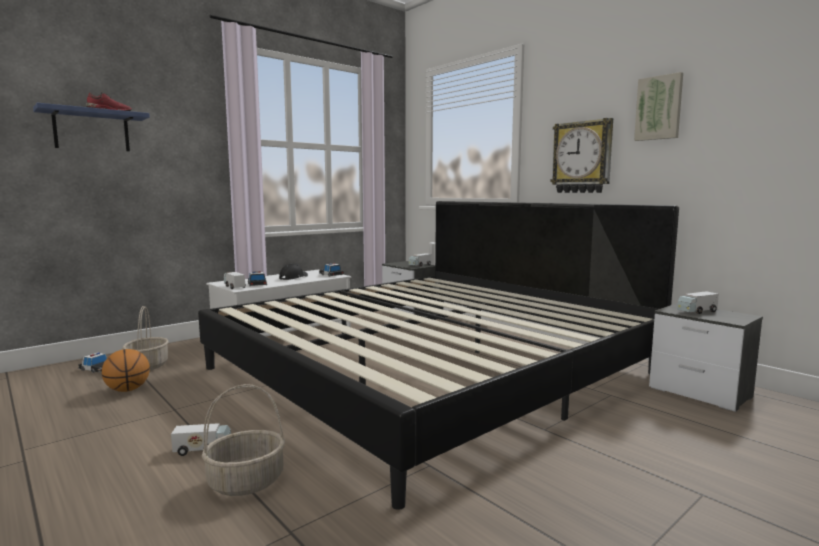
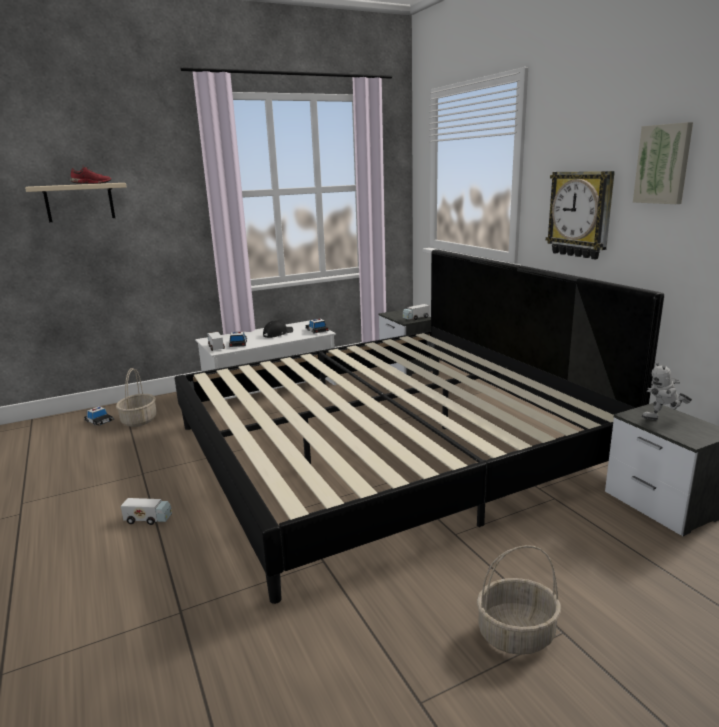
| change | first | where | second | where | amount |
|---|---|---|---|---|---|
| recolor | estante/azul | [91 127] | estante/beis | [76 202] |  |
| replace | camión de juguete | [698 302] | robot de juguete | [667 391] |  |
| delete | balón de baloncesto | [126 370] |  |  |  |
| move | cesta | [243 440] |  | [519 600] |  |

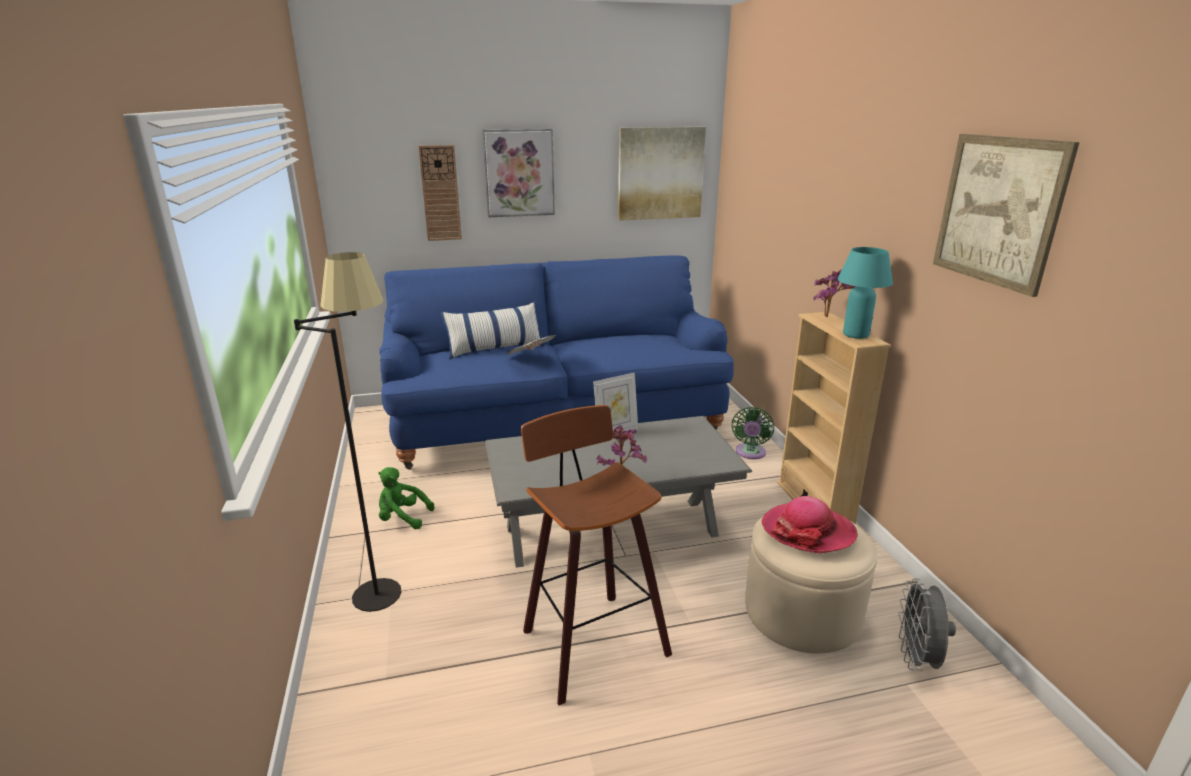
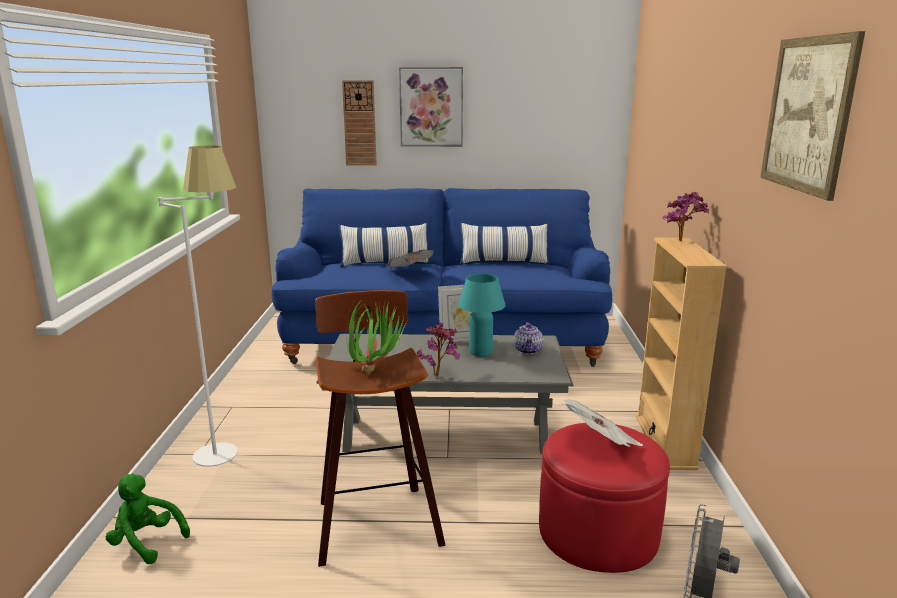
| change | first | where | second | where | amount |
|---|---|---|---|---|---|
| delete | cuadro | [662 174] |  |  |  |
| move | lámpara de mesa/turquesa | [865 293] |  | [482 315] |  |
| recolor | lámpara de pie/negro | [347 432] | lámpara de pie/blanco | [198 306] |  |
| delete | ventilador/verde | [753 433] |  |  |  |
| move | peluche/verde | [407 498] |  | [148 519] |  |
| replace | sombrero | [809 525] | periódico | [602 423] |  |
| recolor | puf/beis | [811 585] | puf/rojo | [604 498] |  |
| insert |  |  | cojín | [505 243] |  |
| insert |  |  | planta en maceta | [376 336] |  |
| insert |  |  | tetera | [528 338] |  |

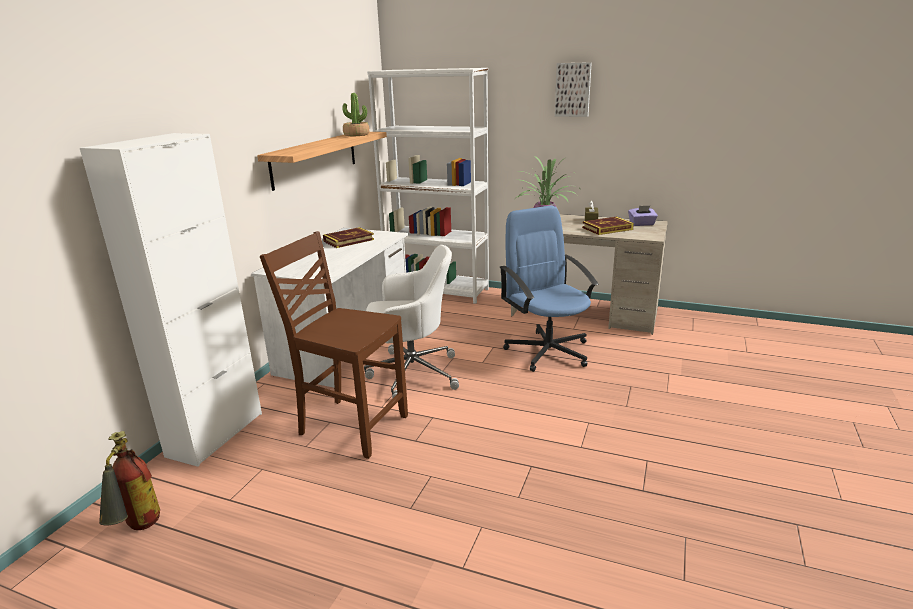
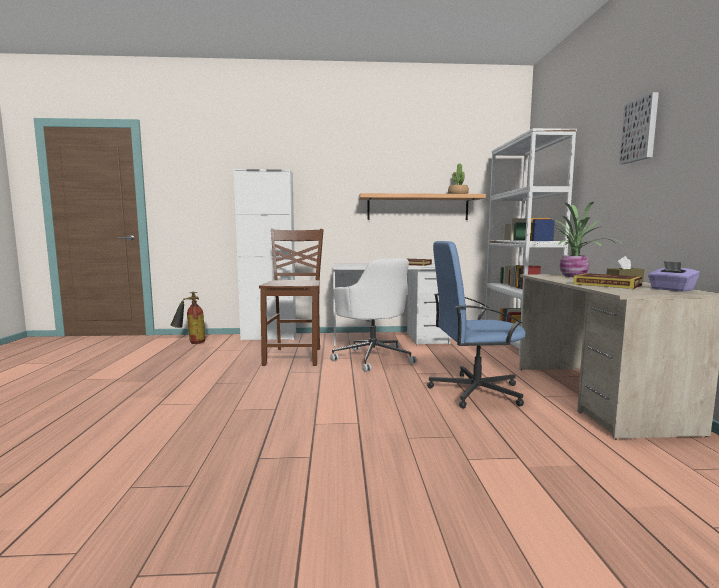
| change | first | where | second | where | amount |
|---|---|---|---|---|---|
| rotate | silla de oficina/azul | [549 288] |  | [476 325] | 135 degrees counterclockwise |

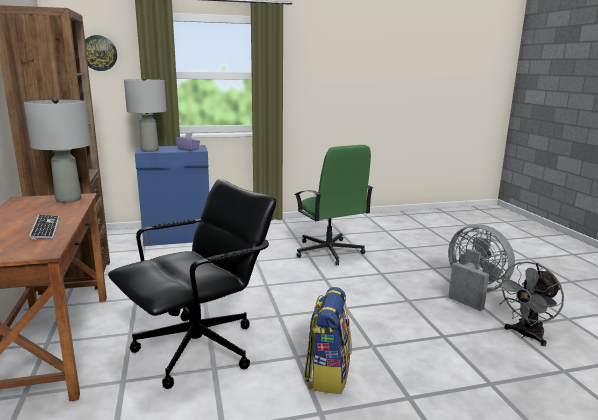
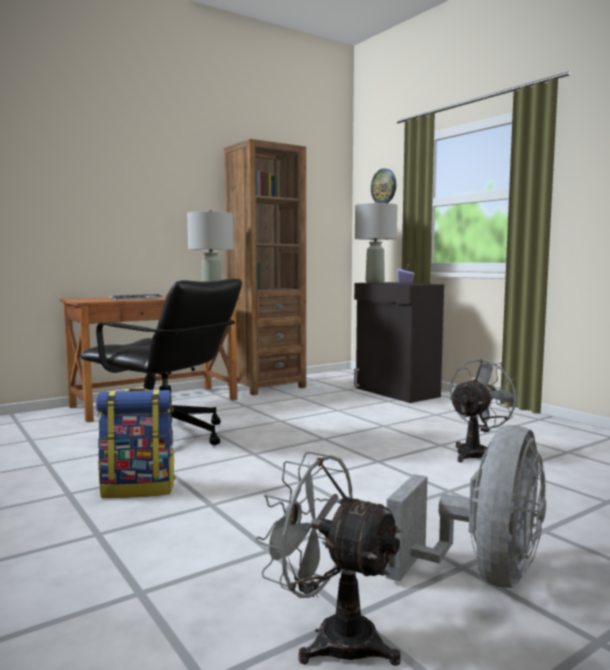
| change | first | where | second | where | amount |
|---|---|---|---|---|---|
| recolor | armario/azul | [172 195] | armario/negro | [399 342] |  |
| replace | silla de oficina/verde | [333 205] | ventilador/gris | [485 410] |  |

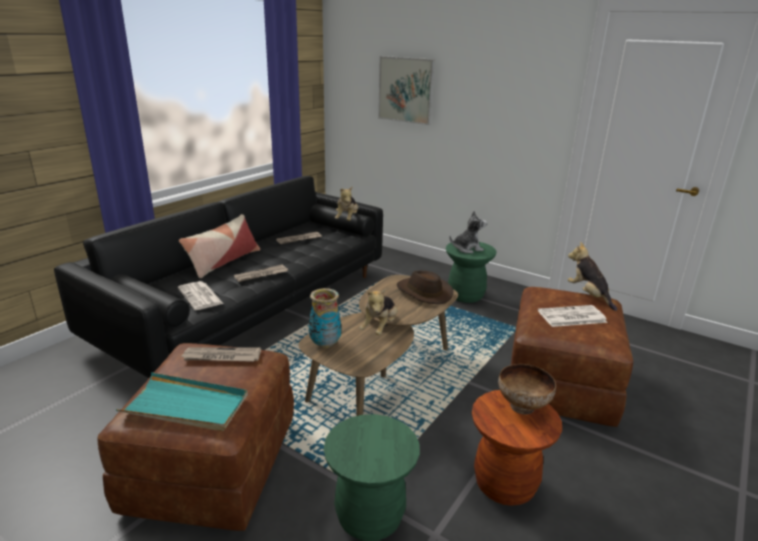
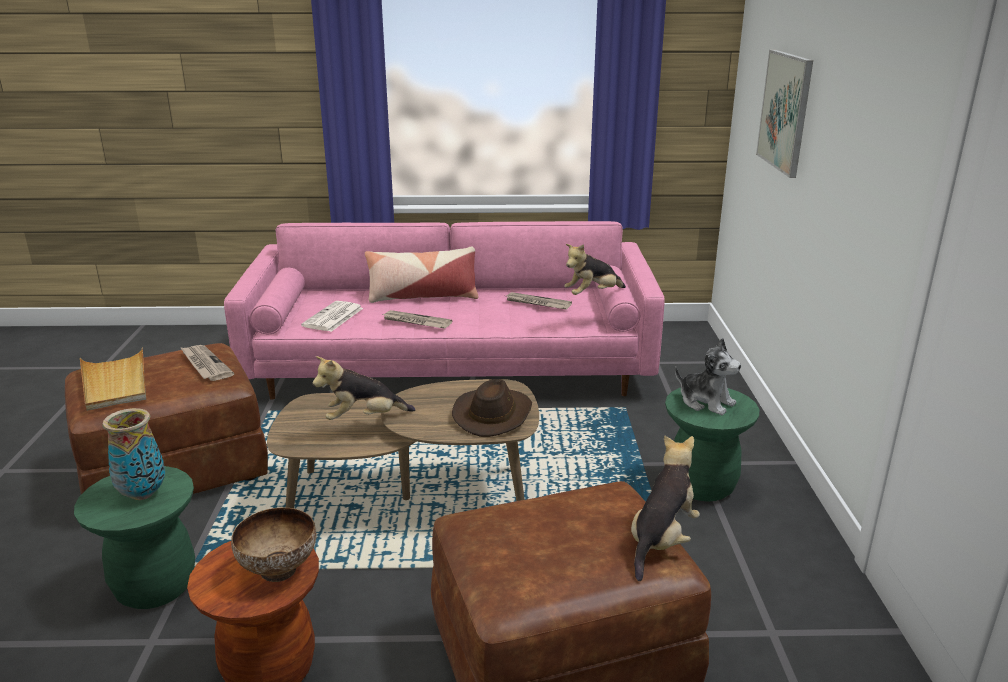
| change | first | where | second | where | amount |
|---|---|---|---|---|---|
| recolor | sofá/negro | [218 277] | sofá/rosa | [444 310] |  |
| move | florero | [325 318] |  | [133 454] |  |
| delete | periódico | [573 316] |  |  |  |
| recolor | bandeja/turquesa | [181 401] | bandeja/beis | [113 379] |  |

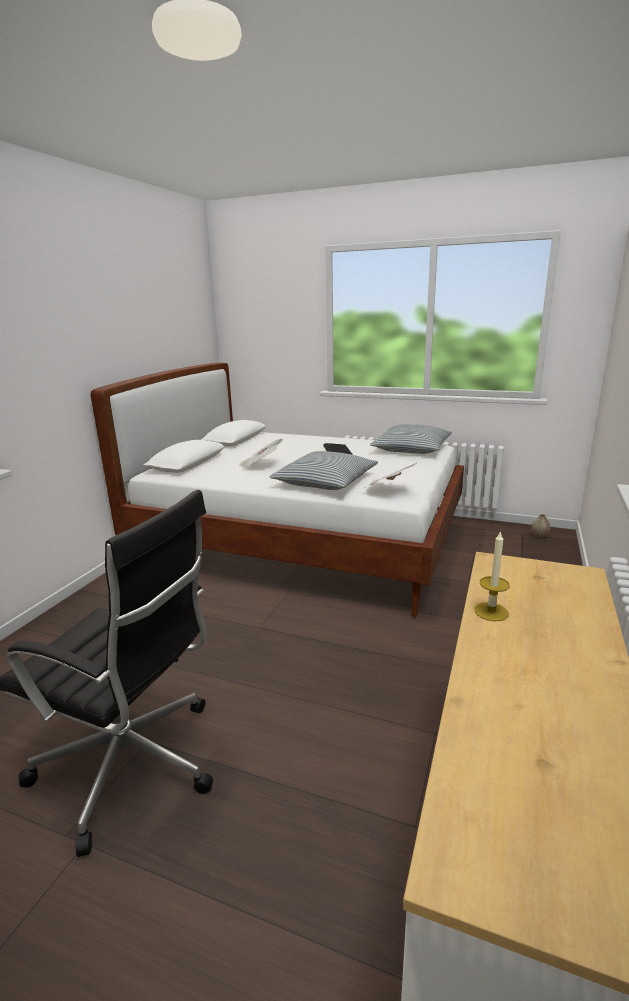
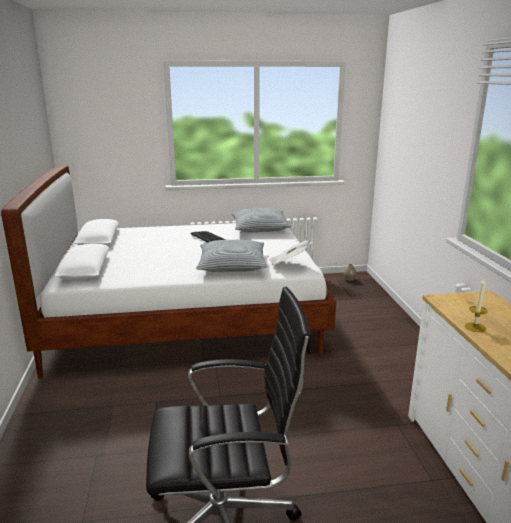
| change | first | where | second | where | amount |
|---|---|---|---|---|---|
| delete | periódico | [261 453] |  |  |  |

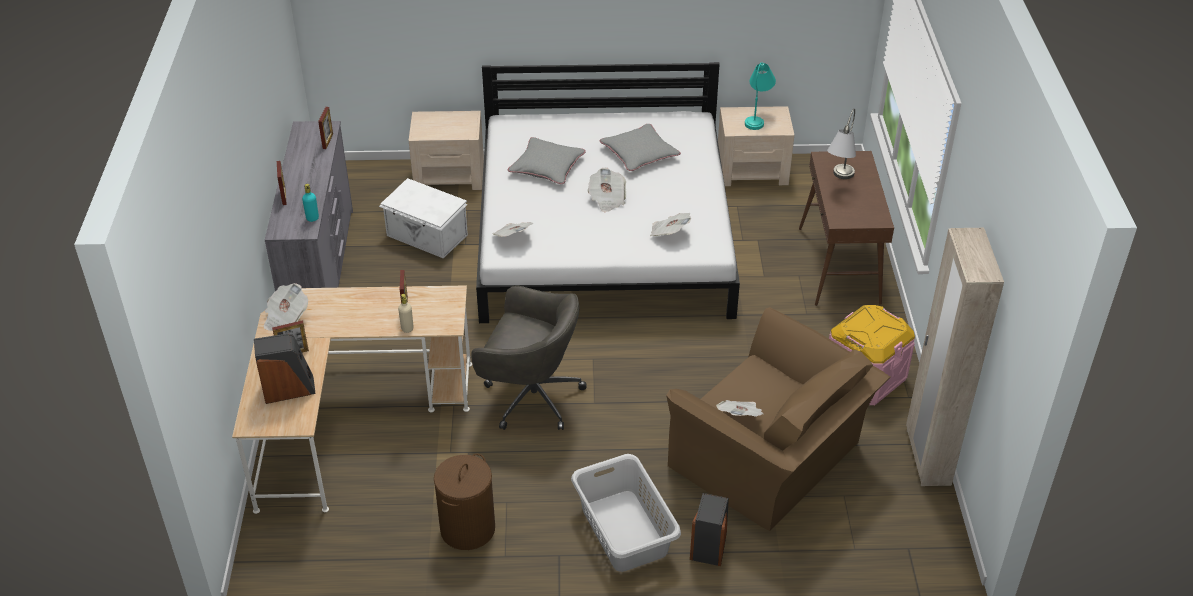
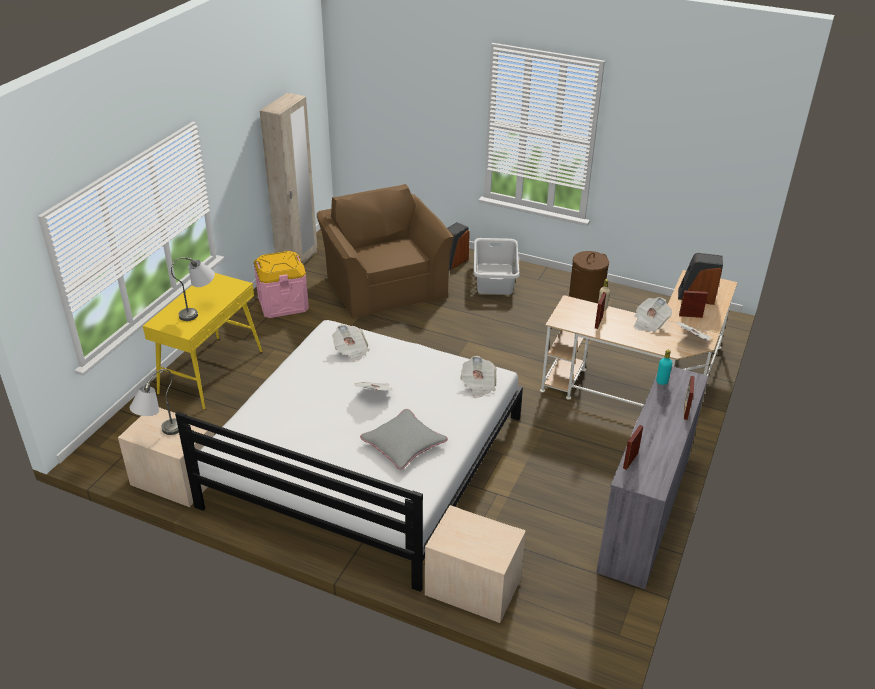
| change | first | where | second | where | amount |
|---|---|---|---|---|---|
| recolor | lámpara de mesa/turquesa | [760 96] | lámpara de mesa/gris | [154 402] |  |
| delete | cojín/gris | [640 147] |  |  |  |
| recolor | mesa consola/marrón | [846 228] | mesa consola/amarillo | [202 341] |  |
| delete | caja de almacenaje/blanco | [423 218] |  |  |  |
| delete | silla de oficina/gris | [529 357] |  |  |  |
| move | periódico | [740 408] |  | [653 315] |  |

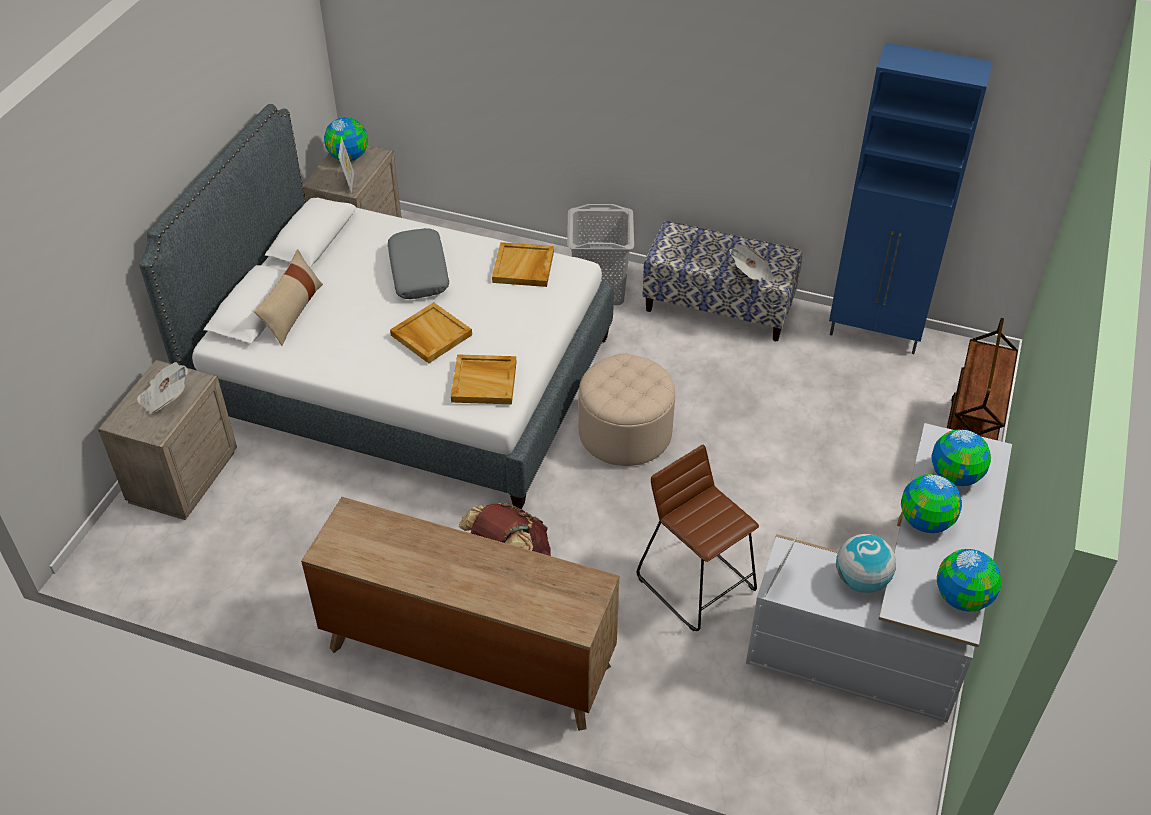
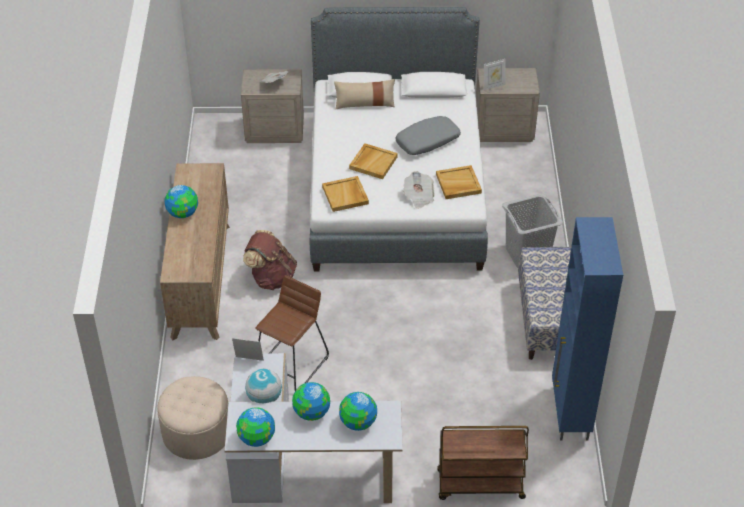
| change | first | where | second | where | amount |
|---|---|---|---|---|---|
| move | globo terráqueo | [346 139] |  | [181 201] |  |
| move | periódico | [752 263] |  | [418 190] |  |
| move | puf/beis | [626 410] |  | [192 418] |  |

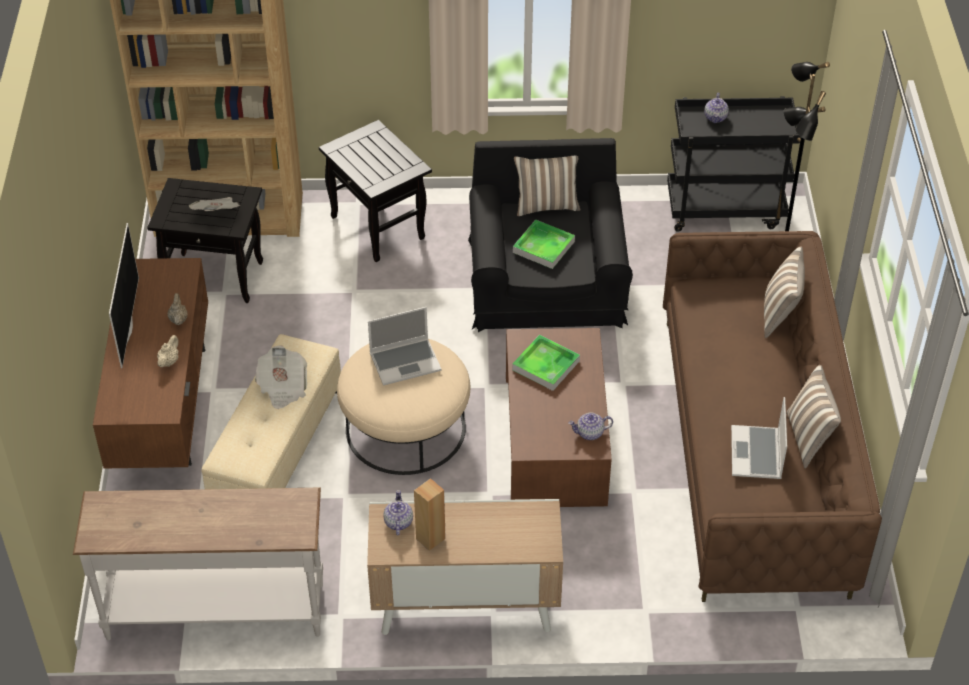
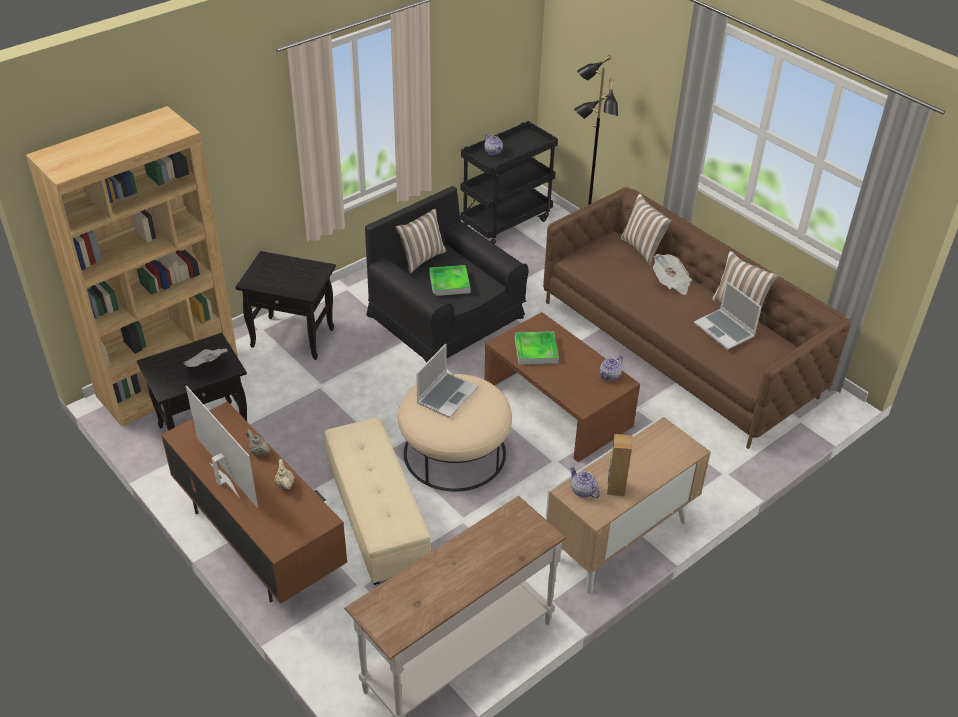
| change | first | where | second | where | amount |
|---|---|---|---|---|---|
| move | periódico | [281 377] |  | [672 274] |  |

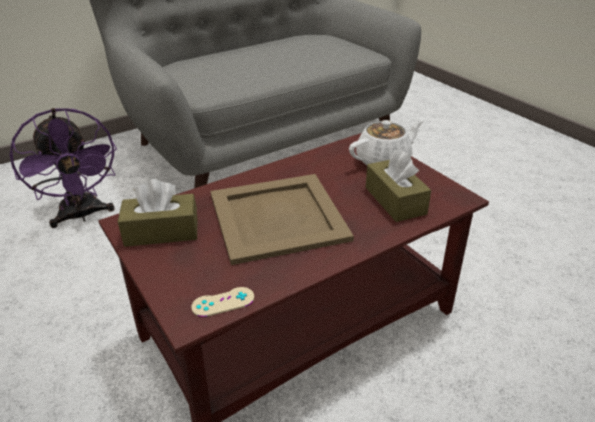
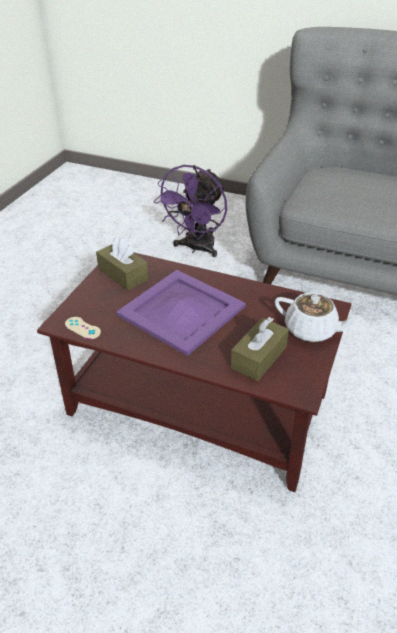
| change | first | where | second | where | amount |
|---|---|---|---|---|---|
| recolor | bandeja/beis | [282 219] | bandeja/morado | [181 313] |  |

